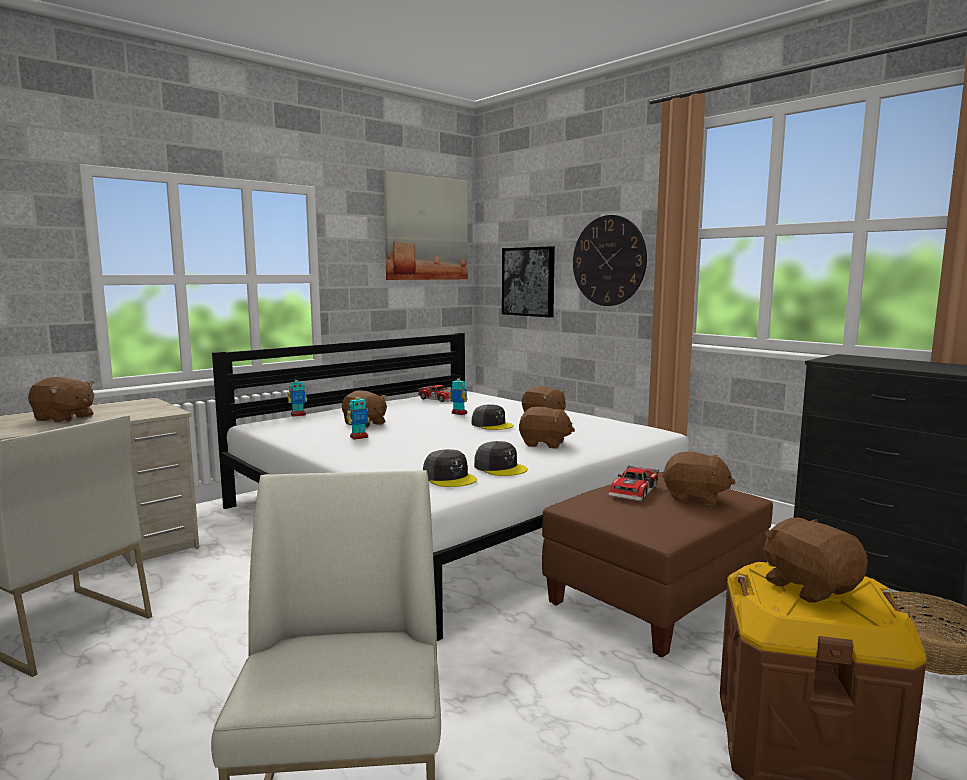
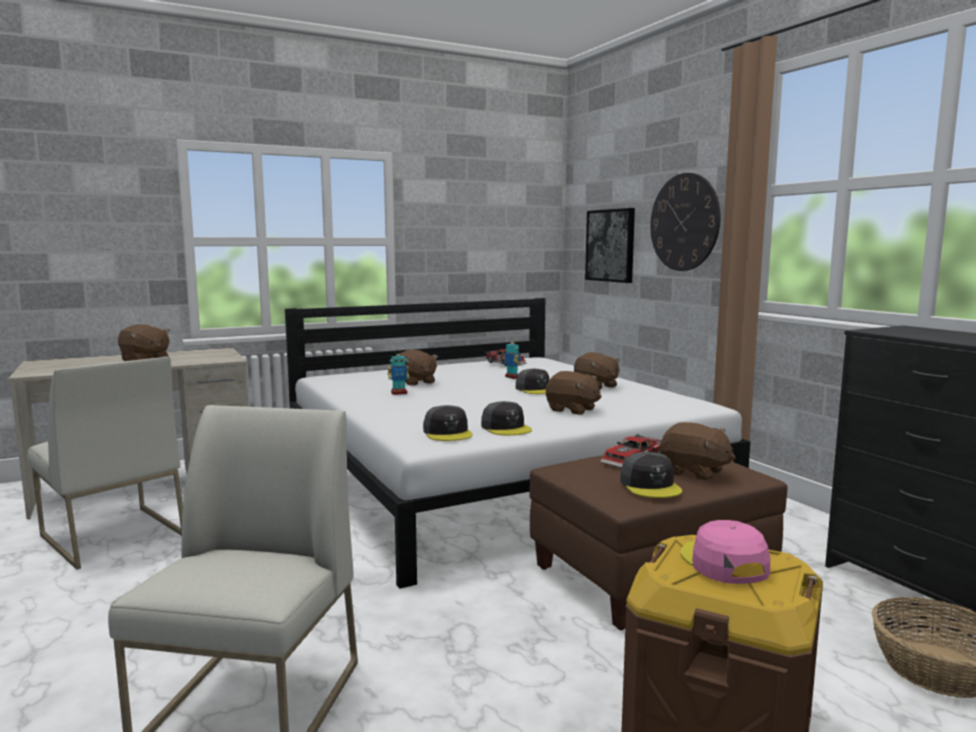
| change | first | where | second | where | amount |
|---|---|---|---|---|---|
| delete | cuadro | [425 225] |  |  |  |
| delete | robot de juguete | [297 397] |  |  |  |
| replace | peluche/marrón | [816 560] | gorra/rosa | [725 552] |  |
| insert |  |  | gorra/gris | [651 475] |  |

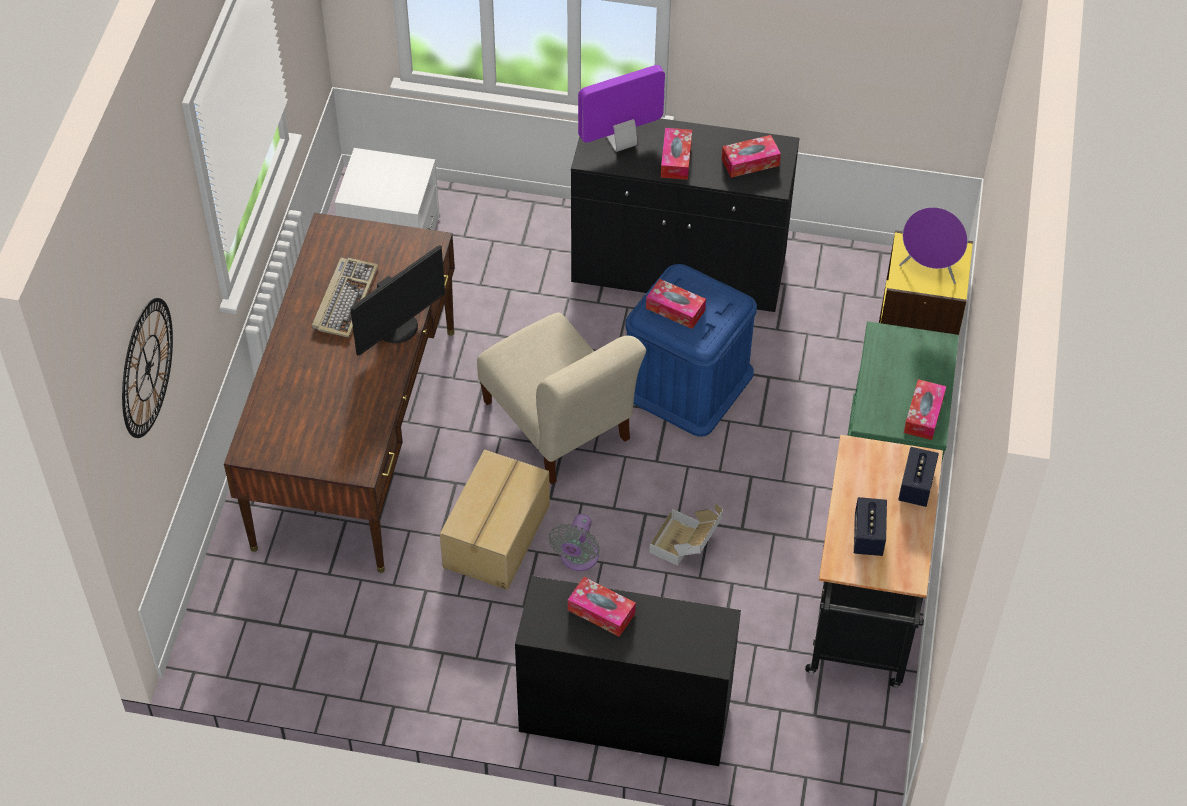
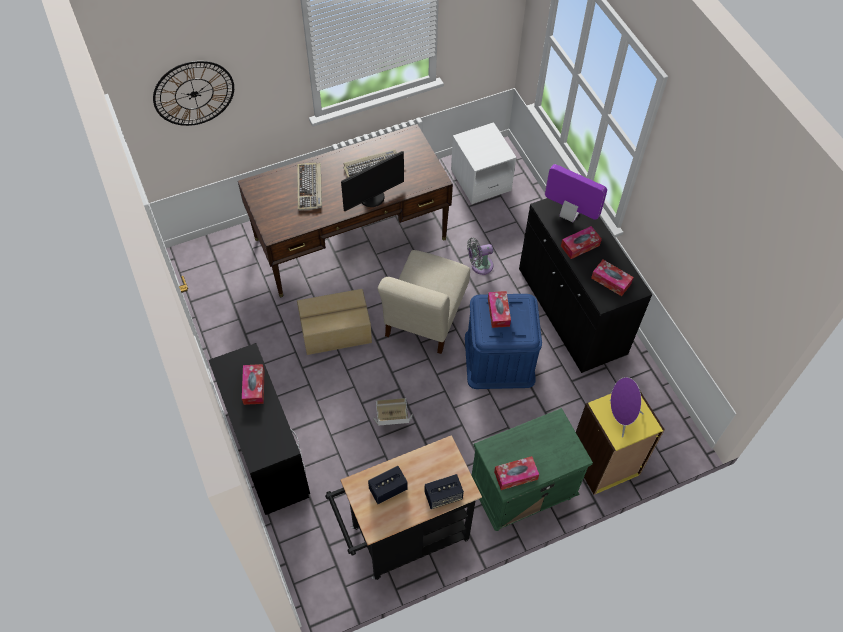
| change | first | where | second | where | amount |
|---|---|---|---|---|---|
| rotate | monitor | [397 300] |  | [372 181] | 45 degrees counterclockwise |
| move | ventilador/gris | [574 542] |  | [480 256] |  |
| insert |  |  | teclado | [309 186] |  |

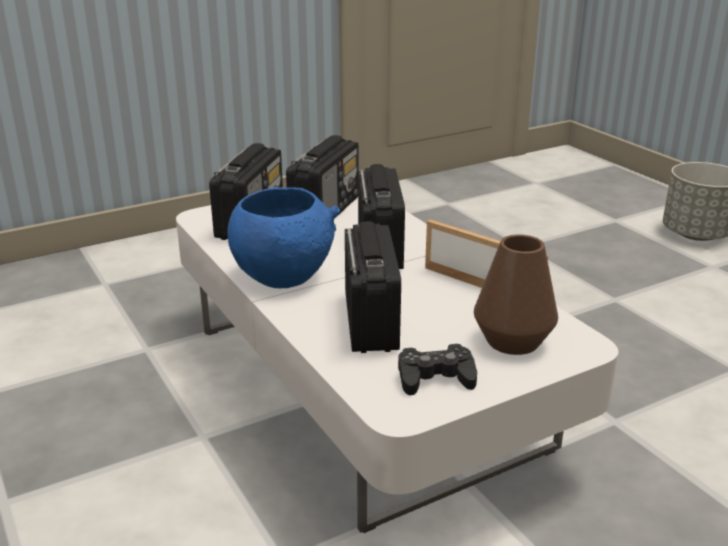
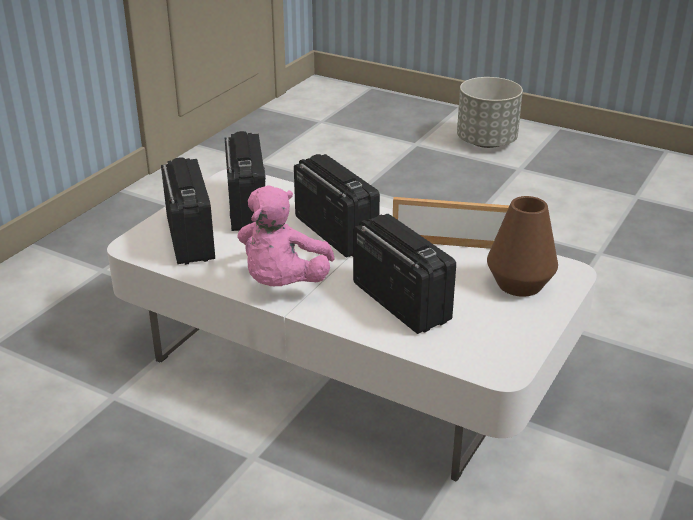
| change | first | where | second | where | amount |
|---|---|---|---|---|---|
| replace | cuenco/azul | [283 237] | peluche/rosa | [286 235] |  |
| delete | mando de consola/negro | [437 369] |  |  |  |

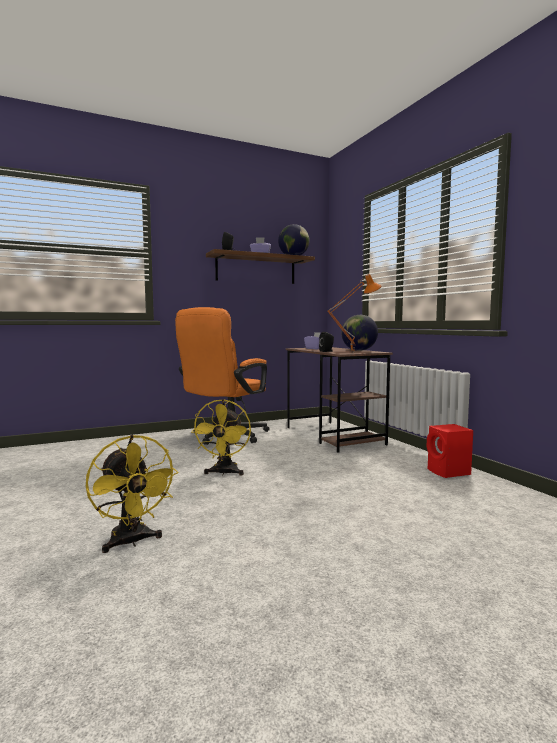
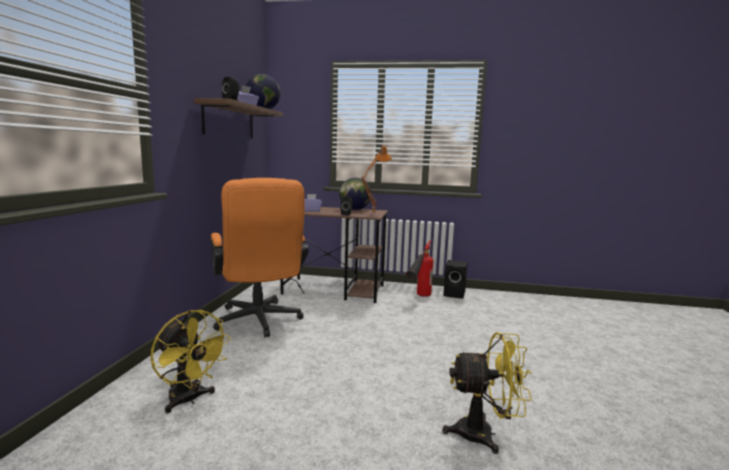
| change | first | where | second | where | amount |
|---|---|---|---|---|---|
| move | ventilador/amarillo | [221 437] |  | [191 361] |  |
| recolor | altavoz/rojo | [450 451] | altavoz/negro | [455 279] |  |
| insert |  |  | extintor | [419 268] |  |

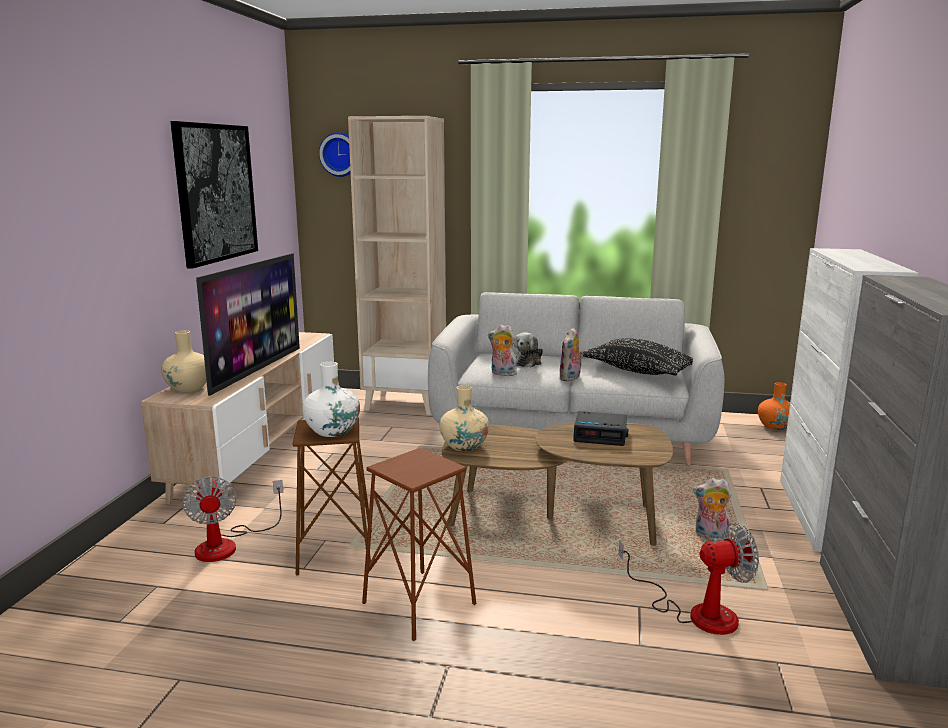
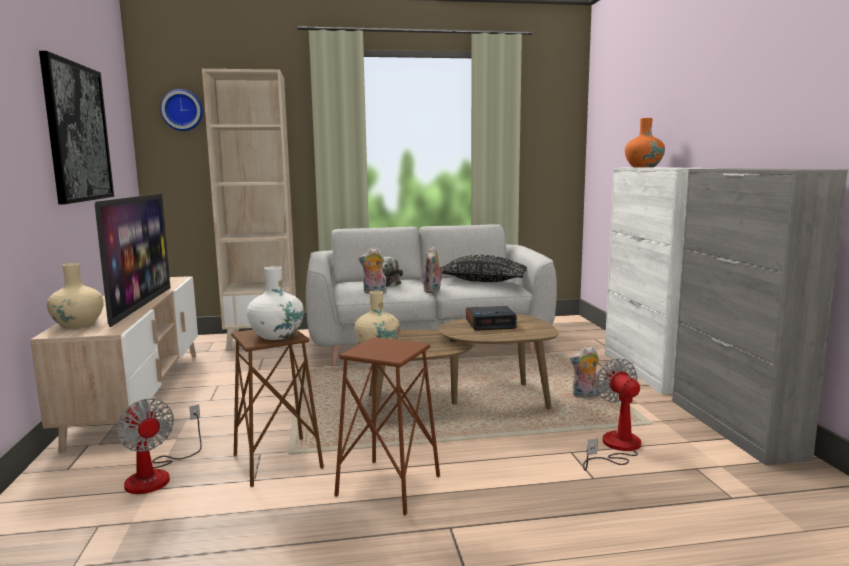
| change | first | where | second | where | amount |
|---|---|---|---|---|---|
| move | florero/naranja | [774 406] |  | [645 142] |  |
| rotate | ventilador | [689 579] |  | [612 414] | 75 degrees counterclockwise |

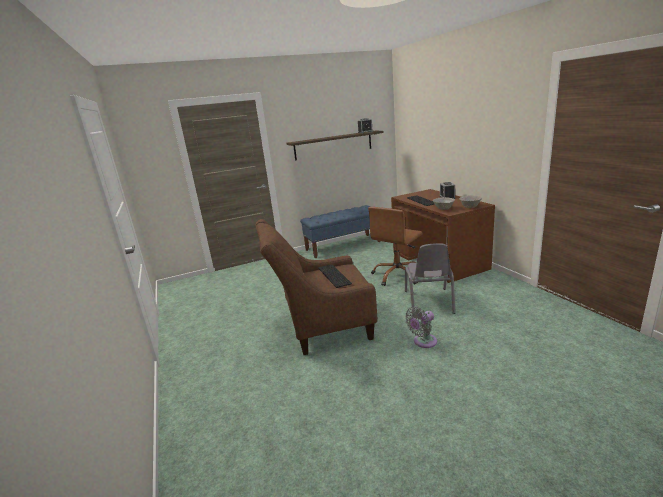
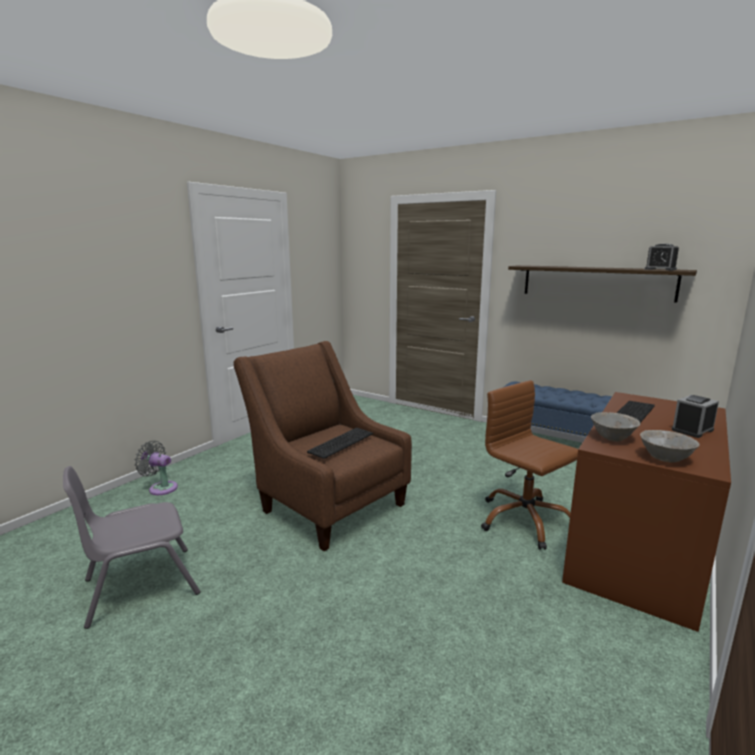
| change | first | where | second | where | amount |
|---|---|---|---|---|---|
| rotate | silla de oficina/marrón | [395 246] |  | [529 465] | 45 degrees clockwise |
| move | silla/gris | [430 278] |  | [131 547] |  |
| move | ventilador/gris | [421 327] |  | [156 468] |  |

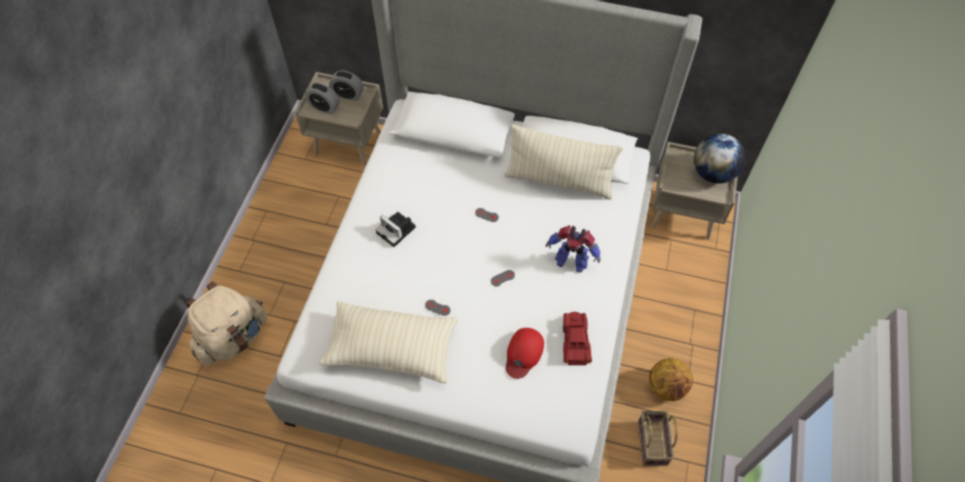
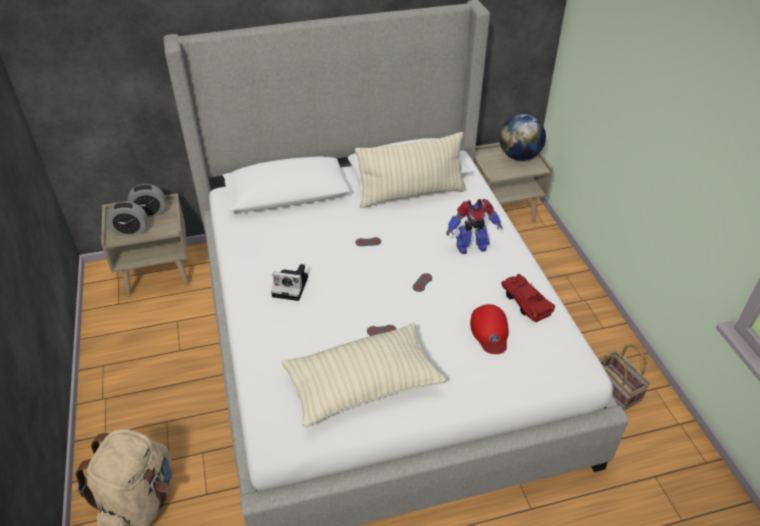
| change | first | where | second | where | amount |
|---|---|---|---|---|---|
| delete | balón de baloncesto | [671 379] |  |  |  |

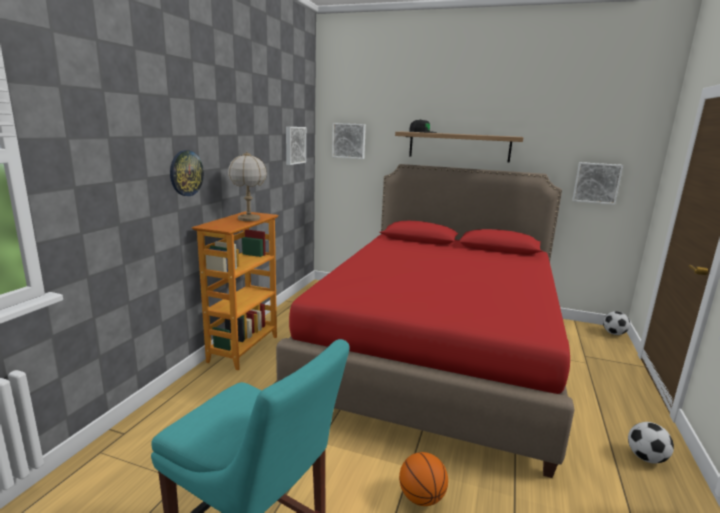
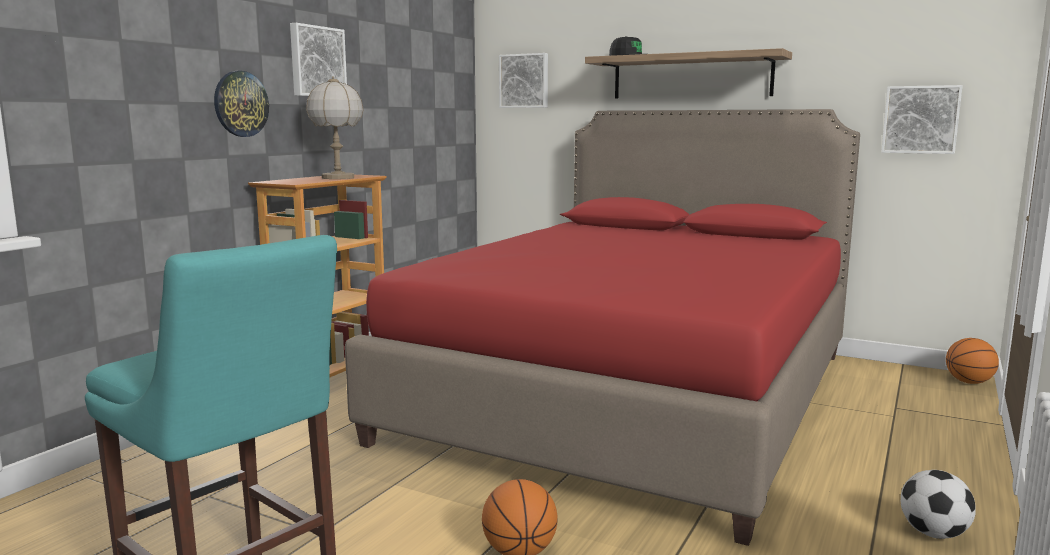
| change | first | where | second | where | amount |
|---|---|---|---|---|---|
| move | cuadro | [296 146] |  | [318 59] |  |
| replace | balón de fútbol | [616 323] | balón de baloncesto | [972 361] |  |

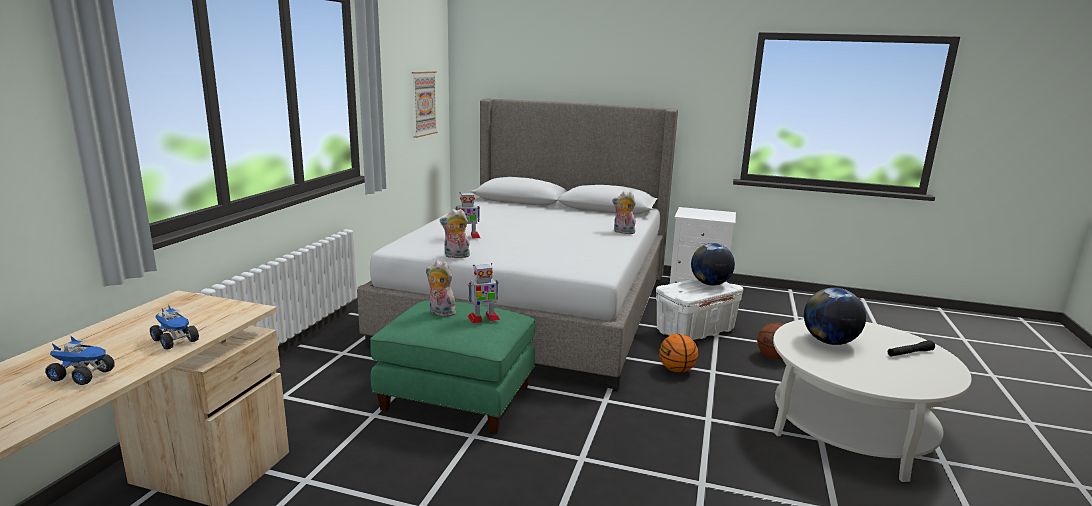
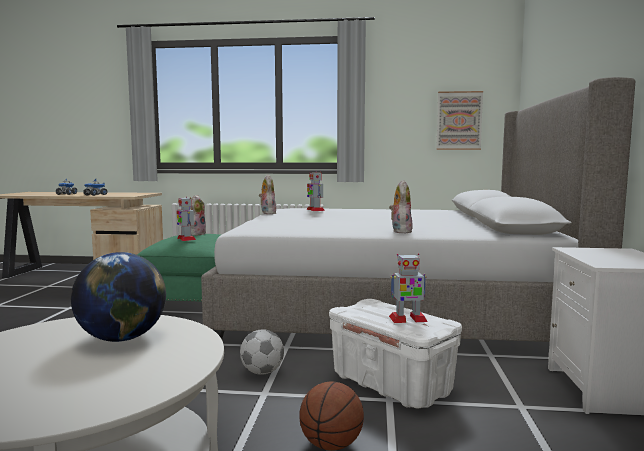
| change | first | where | second | where | amount |
|---|---|---|---|---|---|
| replace | globo terráqueo | [713 264] | robot de juguete | [408 288] |  |
| replace | balón de baloncesto | [678 353] | balón de fútbol | [262 352] |  |
| delete | linterna/negro | [911 348] |  |  |  |

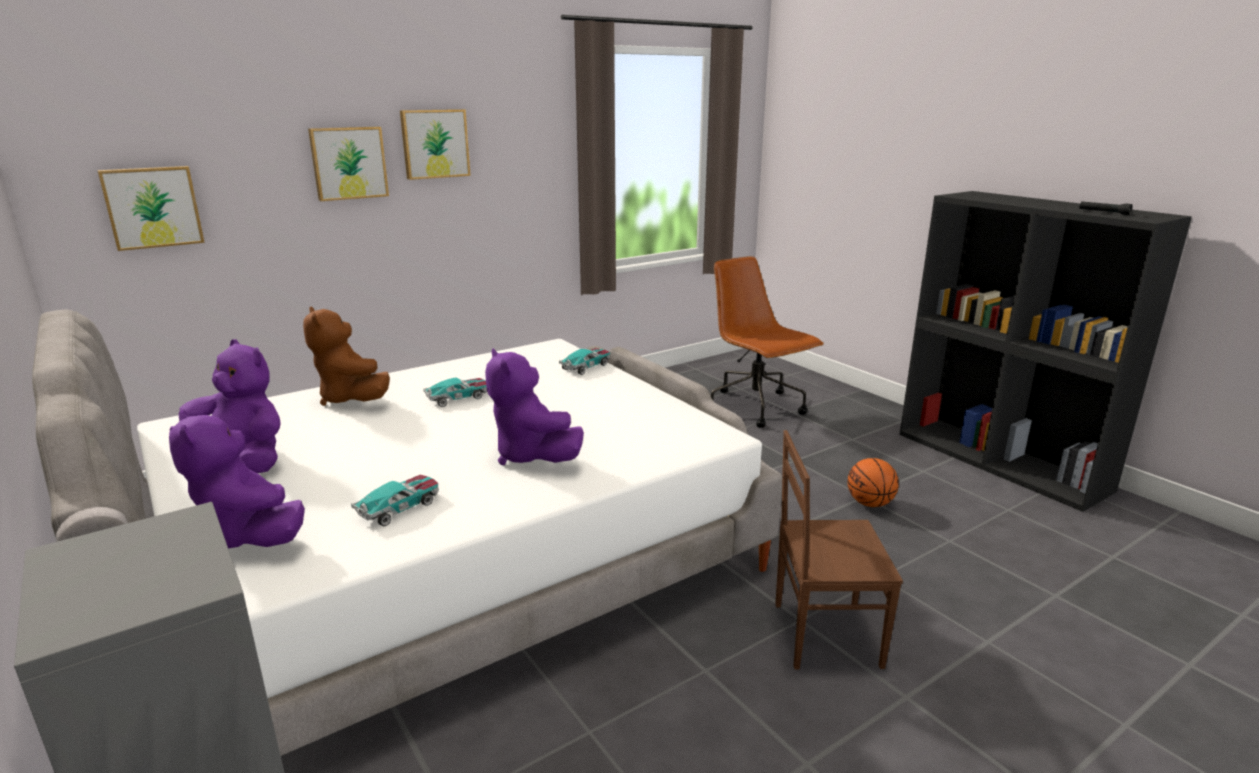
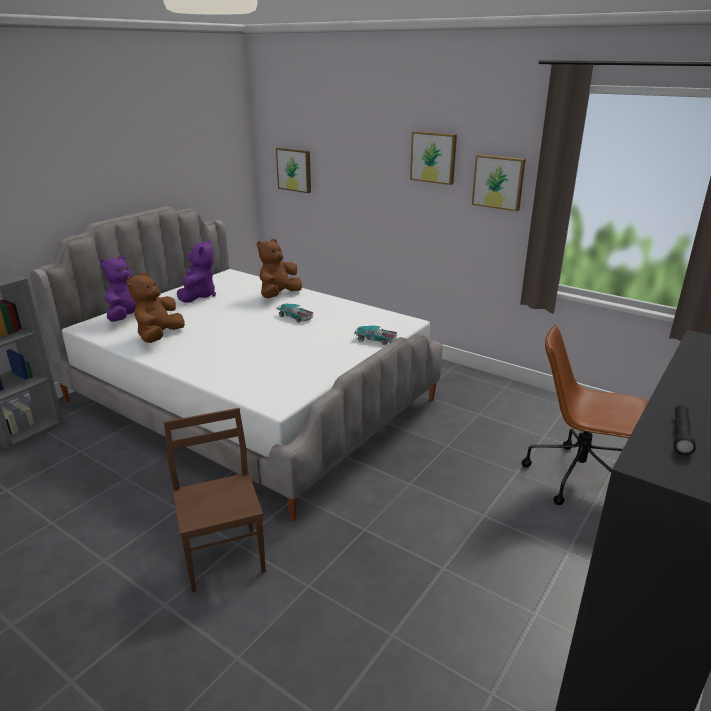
| change | first | where | second | where | amount |
|---|---|---|---|---|---|
| move | cuadro | [348 164] |  | [499 183] |  |
| rotate | silla de oficina/marrón | [767 342] |  | [585 415] | 105 degrees counterclockwise |
| delete | peluche/morado | [534 406] |  |  |  |
| delete | balón de baloncesto | [873 482] |  |  |  |
| replace | coche de juguete | [395 500] | peluche/marrón | [155 307] |  |

